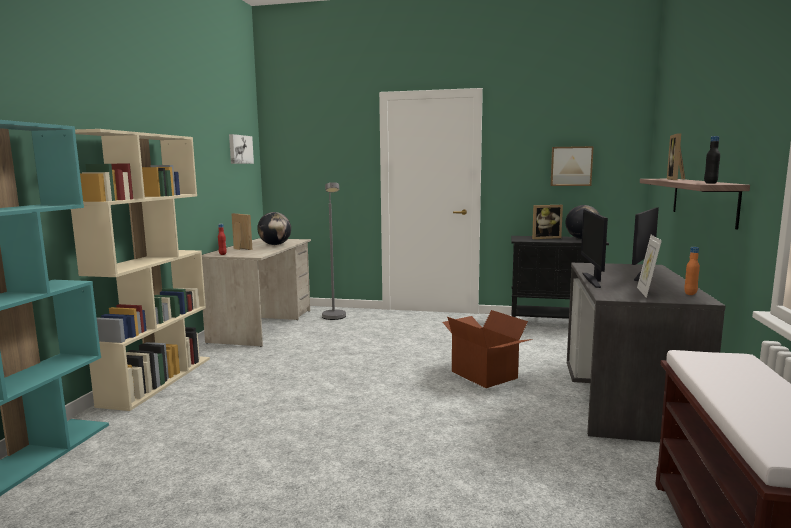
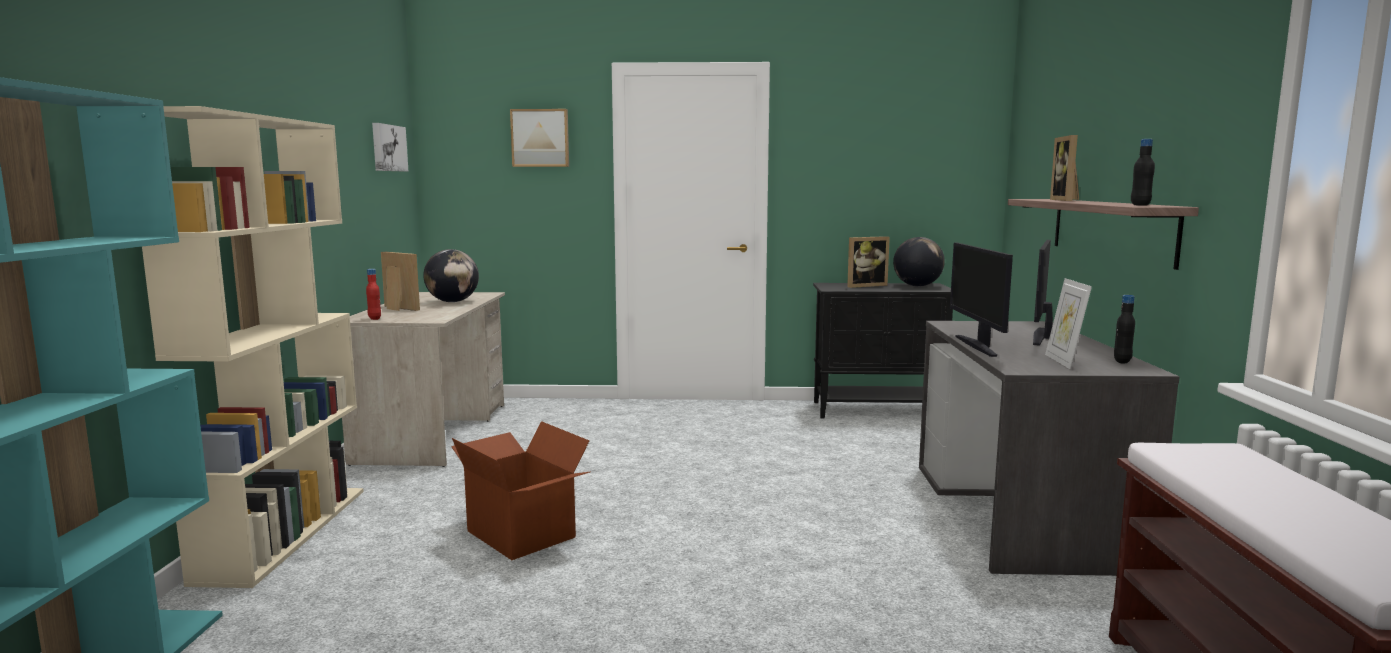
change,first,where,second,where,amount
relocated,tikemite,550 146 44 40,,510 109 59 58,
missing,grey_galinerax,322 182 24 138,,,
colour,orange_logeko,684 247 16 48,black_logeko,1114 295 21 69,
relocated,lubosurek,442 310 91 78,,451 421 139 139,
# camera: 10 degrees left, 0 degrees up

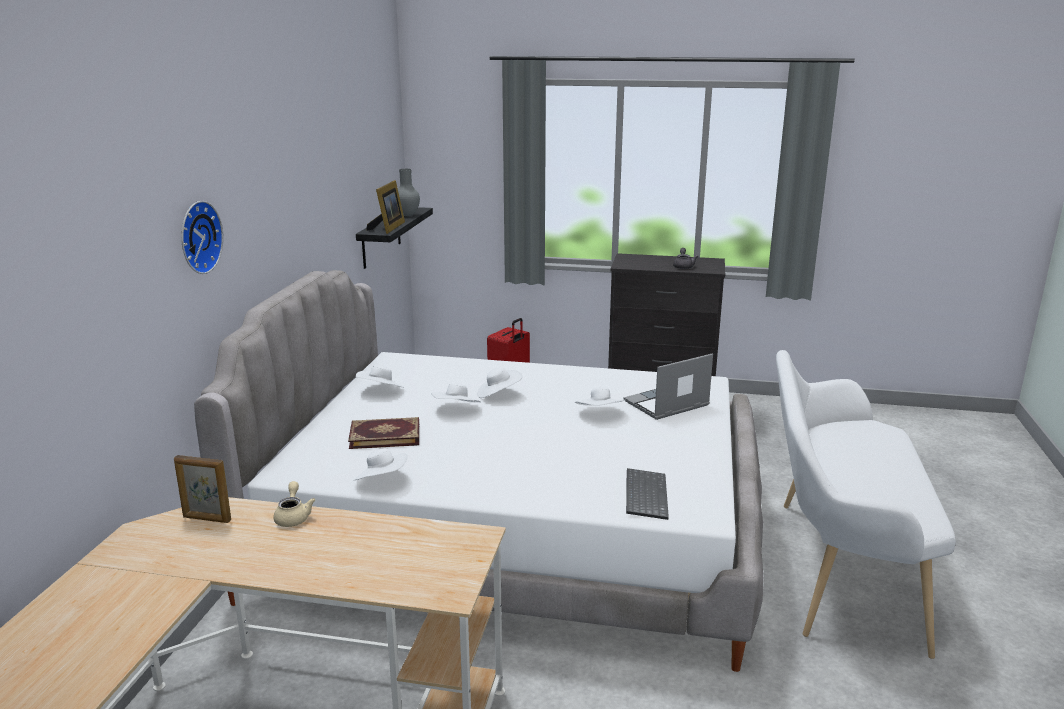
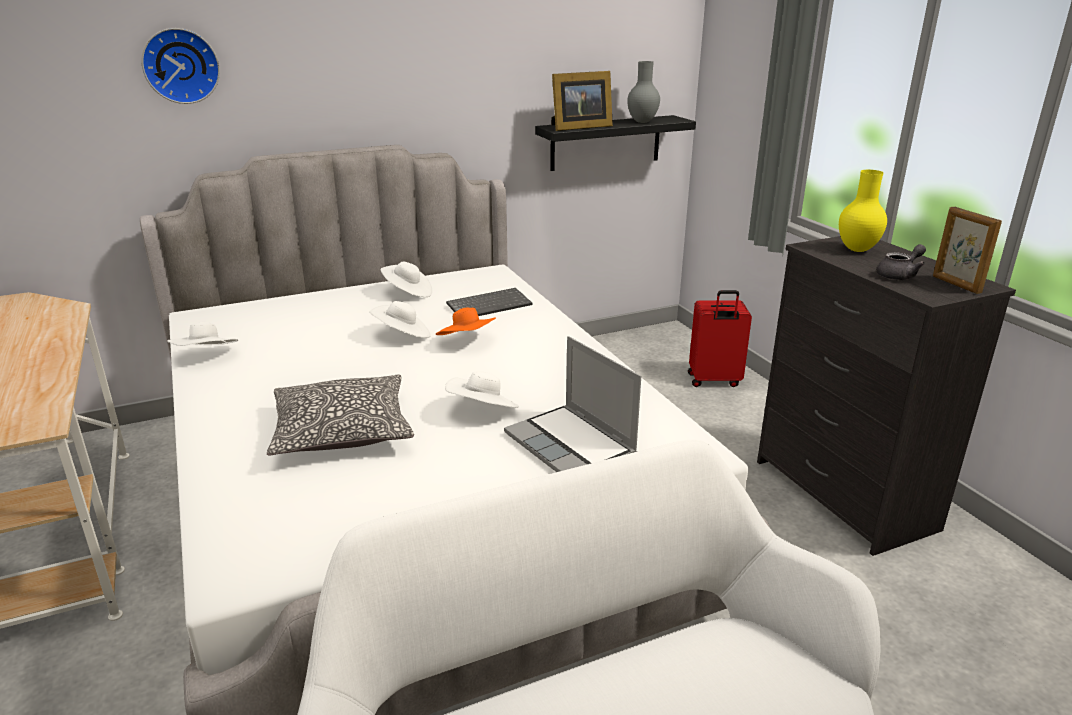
change,first,where,second,where,amount
spun,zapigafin,624 353 89 67,,504 336 137 136,150 degrees counterclockwise
colour,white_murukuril,477 367 45 31,orange_murukuril,436 308 60 27,
missing,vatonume,348 417 71 32,,,
relocated,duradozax,174 455 57 68,,933 207 69 87,
relocated,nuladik,626 468 43 52,,446 288 86 28,
missing,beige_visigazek,273 481 42 46,,,
appeared,,,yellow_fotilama,839 170 48 82,
appeared,,,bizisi,267 374 147 82,
# camera: 55 degrees right, 5 degrees up

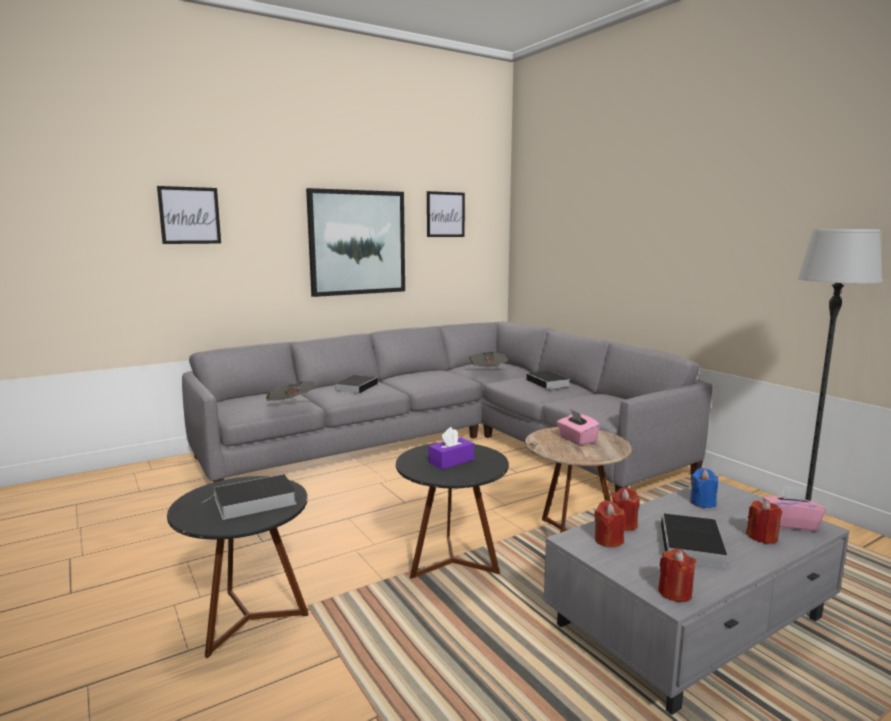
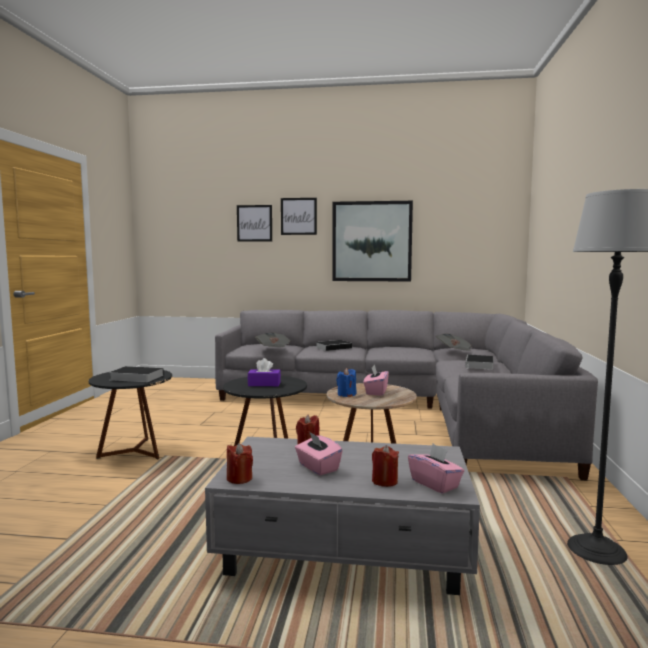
change,first,where,second,where,amount
relocated,tikemite,427 191 38 46,,281 198 36 37,
relocated,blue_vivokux,690 468 28 40,,336 368 20 29,
missing,red_vivokux,594 501 31 46,,,
exchanged,vatonume,661 513 66 55,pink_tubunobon,295 431 48 44,
# camera: 40 degrees right, 5 degrees down

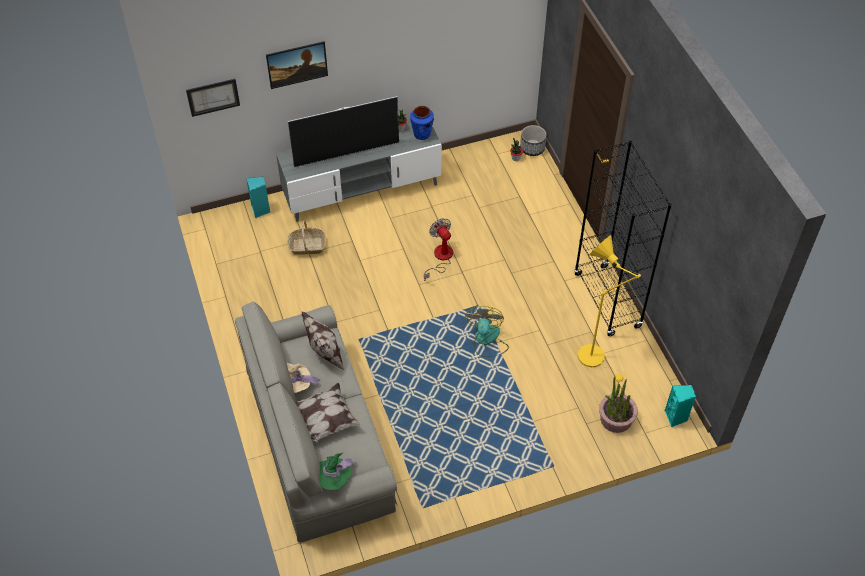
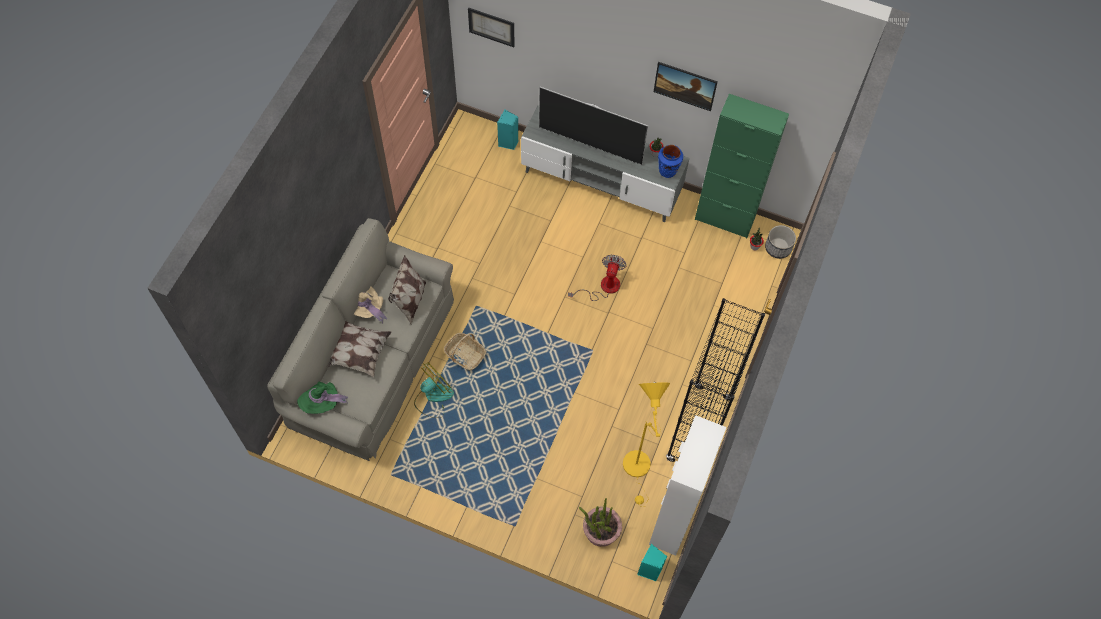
change,first,where,second,where,amount
relocated,tikemite,266 41 62 48,,654 62 64 49,
relocated,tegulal,288 221 38 34,,444 333 42 37,
relocated,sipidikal,465 306 44 51,,414 362 40 56,
appeared,,,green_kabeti,695 94 94 144,
appeared,,,white_kabeti,649 415 78 141,
# camera: 40 degrees right, 10 degrees up

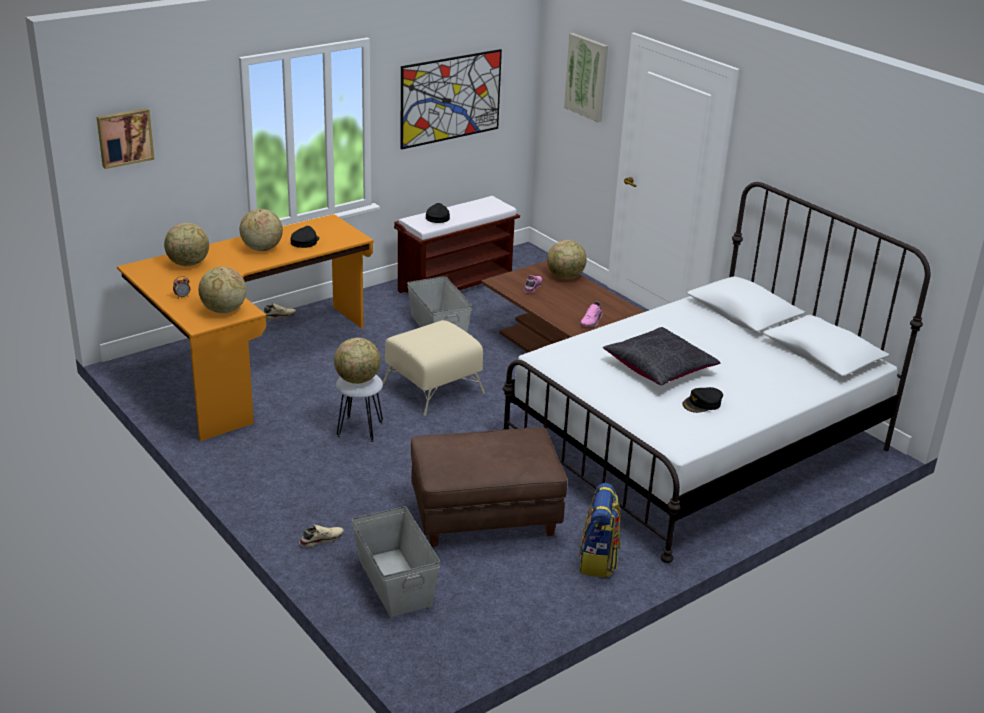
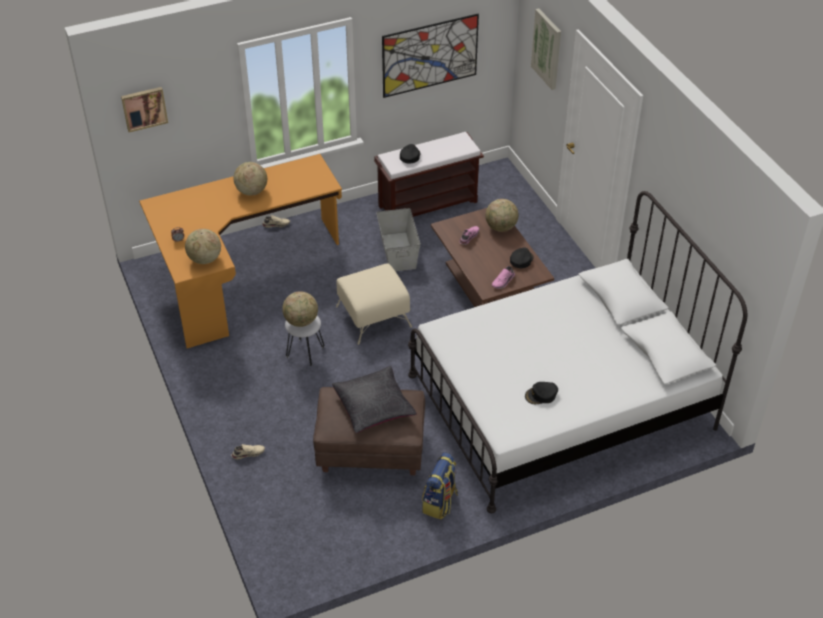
change,first,where,second,where,amount
missing,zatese,164 223 45 43,,,
relocated,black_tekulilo,290 226 30 22,,510 247 24 21,
relocated,black_bizisi,603 327 117 58,,332 366 85 67,
missing,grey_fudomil,352 506 88 111,,,
# camera: 15 degrees right, 15 degrees up

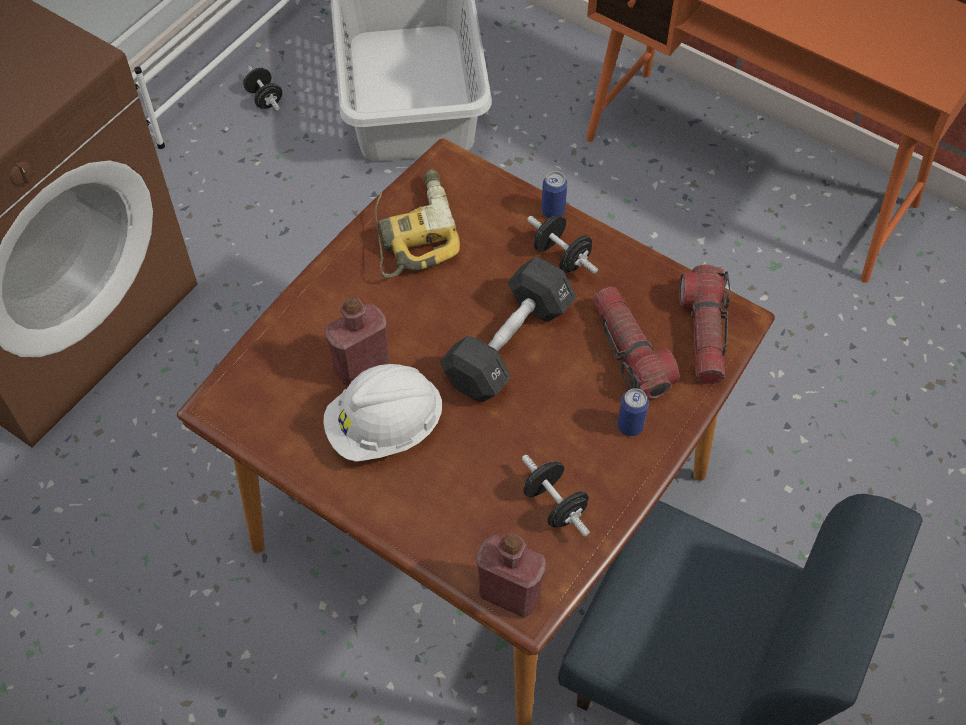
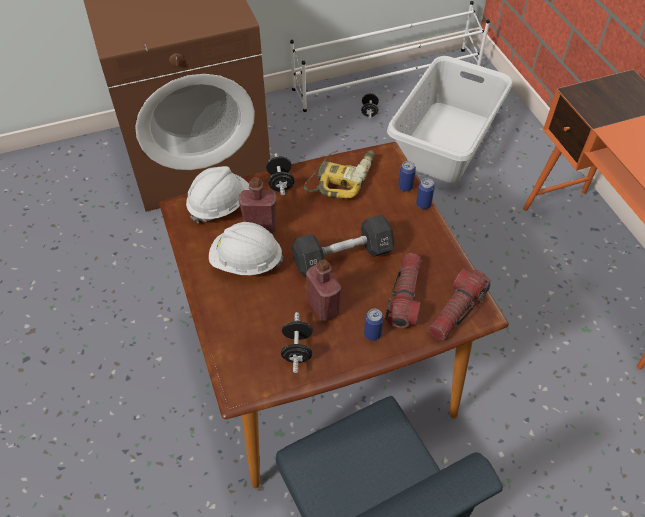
change,first,where,second,where,amount
relocated,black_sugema,527 215 71 59,,266 153 28 43,
relocated,red_logeko,477 534 69 84,,306 259 35 63,
appeared,,,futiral,398 161 18 31,
appeared,,,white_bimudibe,186 166 64 58,
# camera: 35 degrees right, 5 degrees down

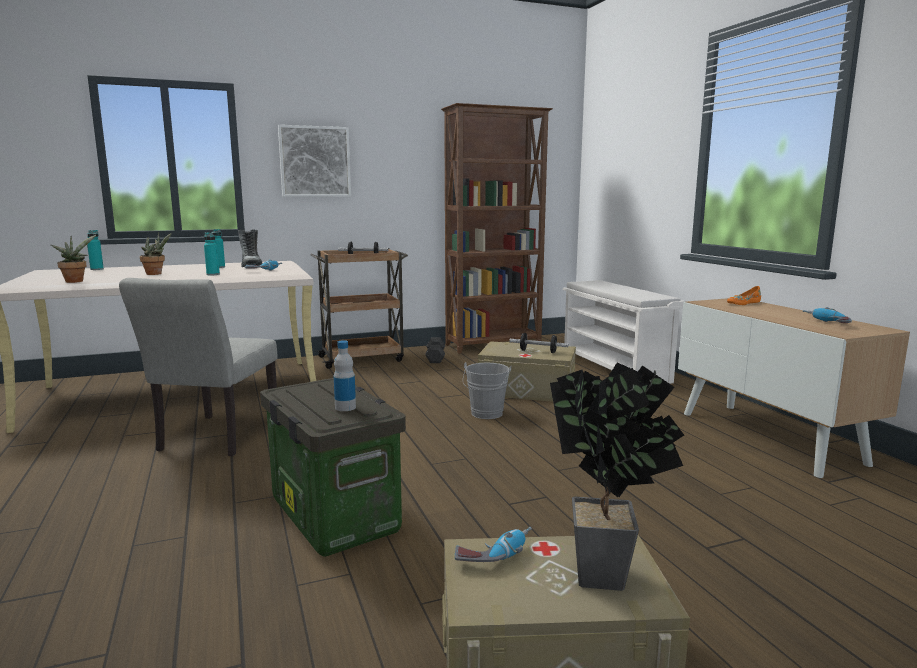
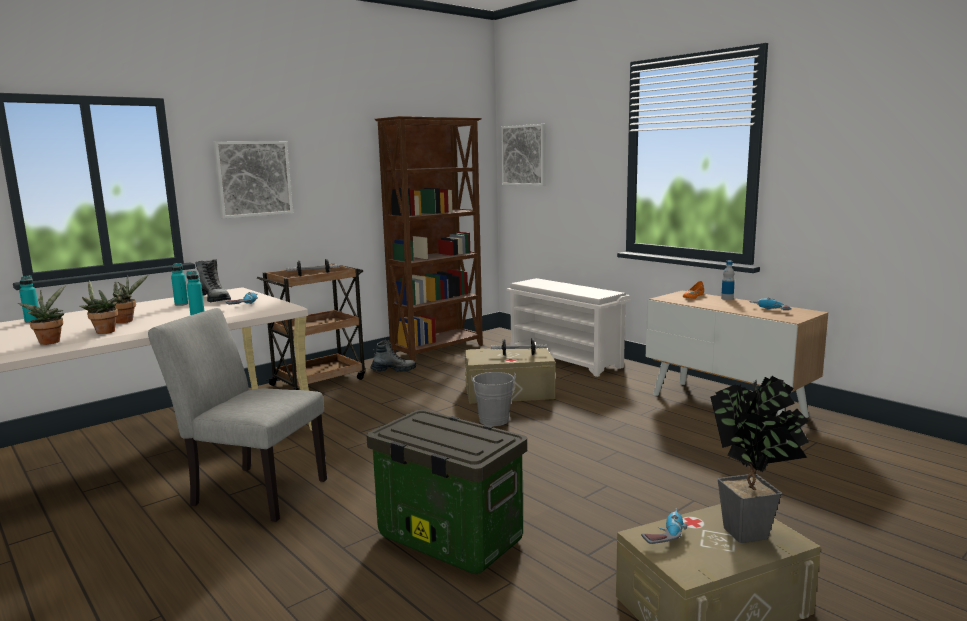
change,first,where,second,where,amount
spun,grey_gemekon,119 278 159 178,,148 308 179 214,120 degrees clockwise
exchanged,black_sugema,425 337 20 26,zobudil,370 340 46 32,
relocated,logeko,334 340 22 71,,721 261 14 39,
appeared,,,tikemite,501 124 45 62,
appeared,,,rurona,79 280 39 54,
# camera: 20 degrees left, 0 degrees up

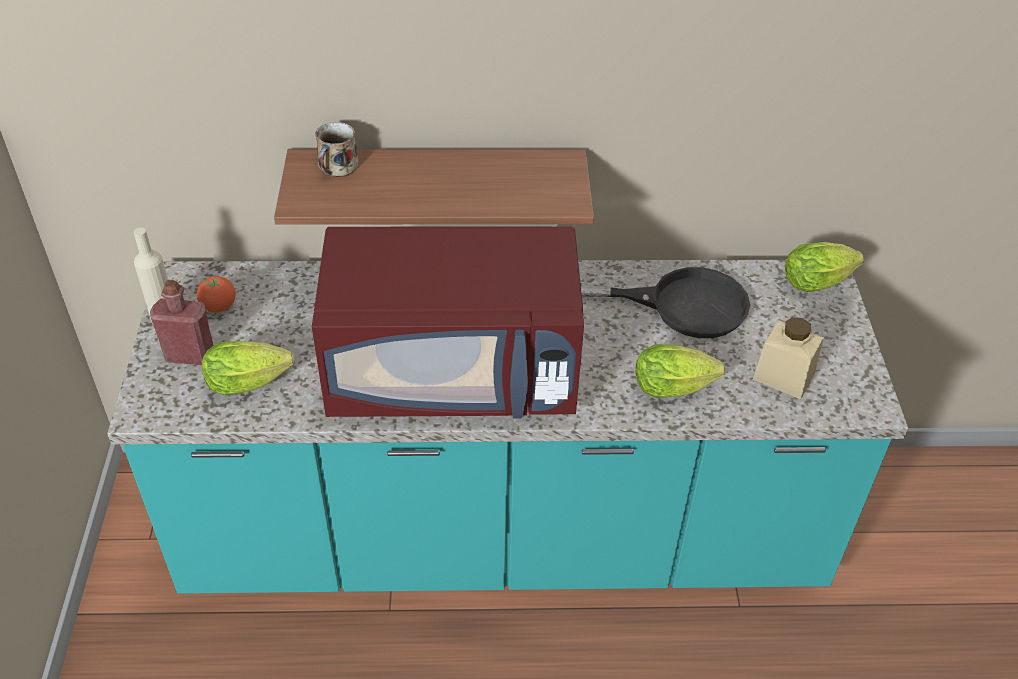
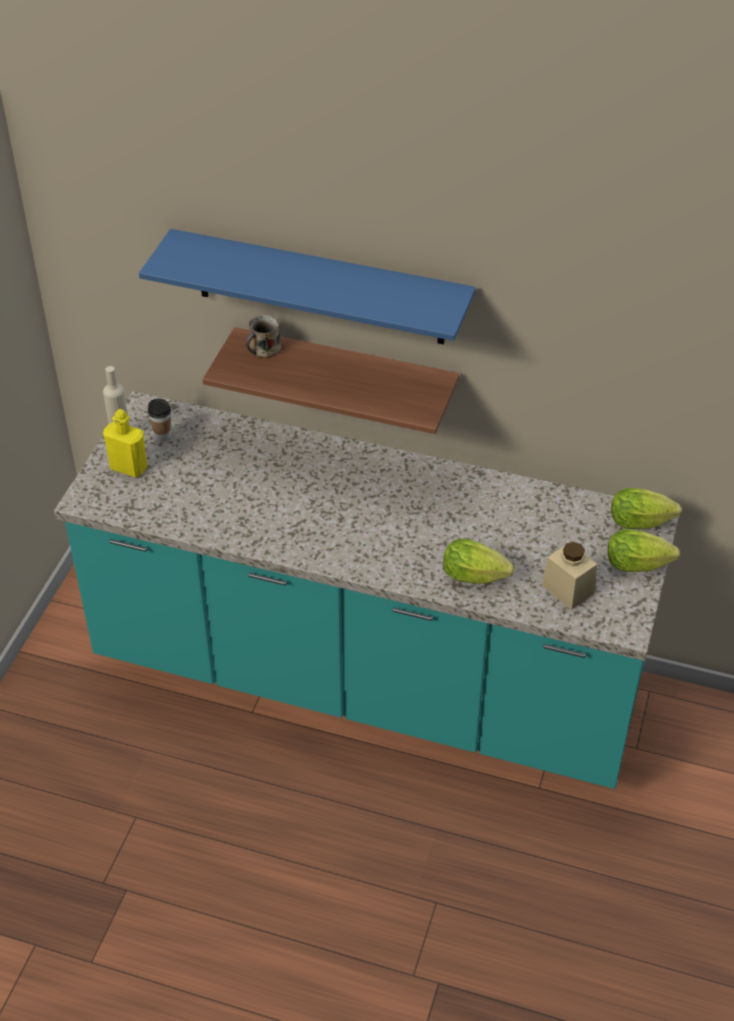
change,first,where,second,where,amount
missing,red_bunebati,312 226 272 193,,,
missing,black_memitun,580 267 170 71,,,
exchanged,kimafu,197 276 39 36,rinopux,148 398 23 44,
colour,red_logeko,150 280 64 85,yellow_logeko,103 409 44 69,
relocated,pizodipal,202 341 92 54,,608 529 72 43,
appeared,,,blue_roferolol,139 229 337 116,
# camera: 20 degrees right, 0 degrees up

